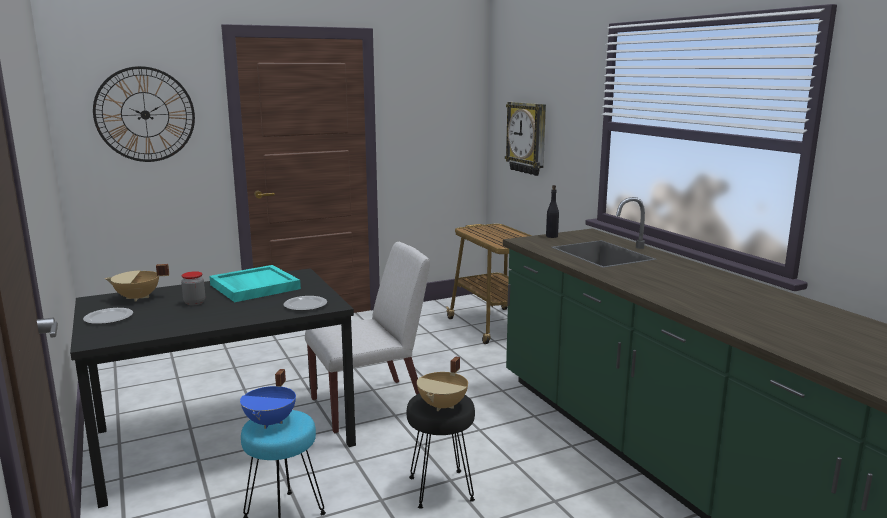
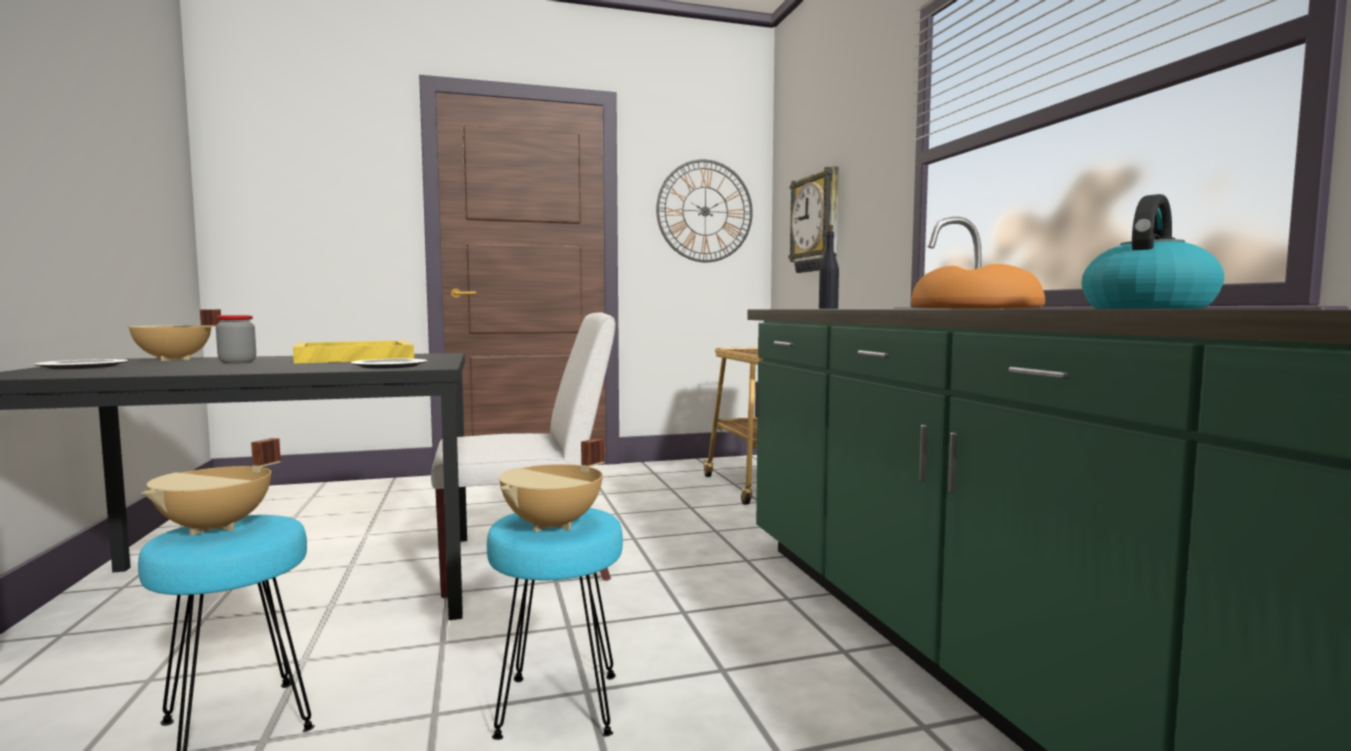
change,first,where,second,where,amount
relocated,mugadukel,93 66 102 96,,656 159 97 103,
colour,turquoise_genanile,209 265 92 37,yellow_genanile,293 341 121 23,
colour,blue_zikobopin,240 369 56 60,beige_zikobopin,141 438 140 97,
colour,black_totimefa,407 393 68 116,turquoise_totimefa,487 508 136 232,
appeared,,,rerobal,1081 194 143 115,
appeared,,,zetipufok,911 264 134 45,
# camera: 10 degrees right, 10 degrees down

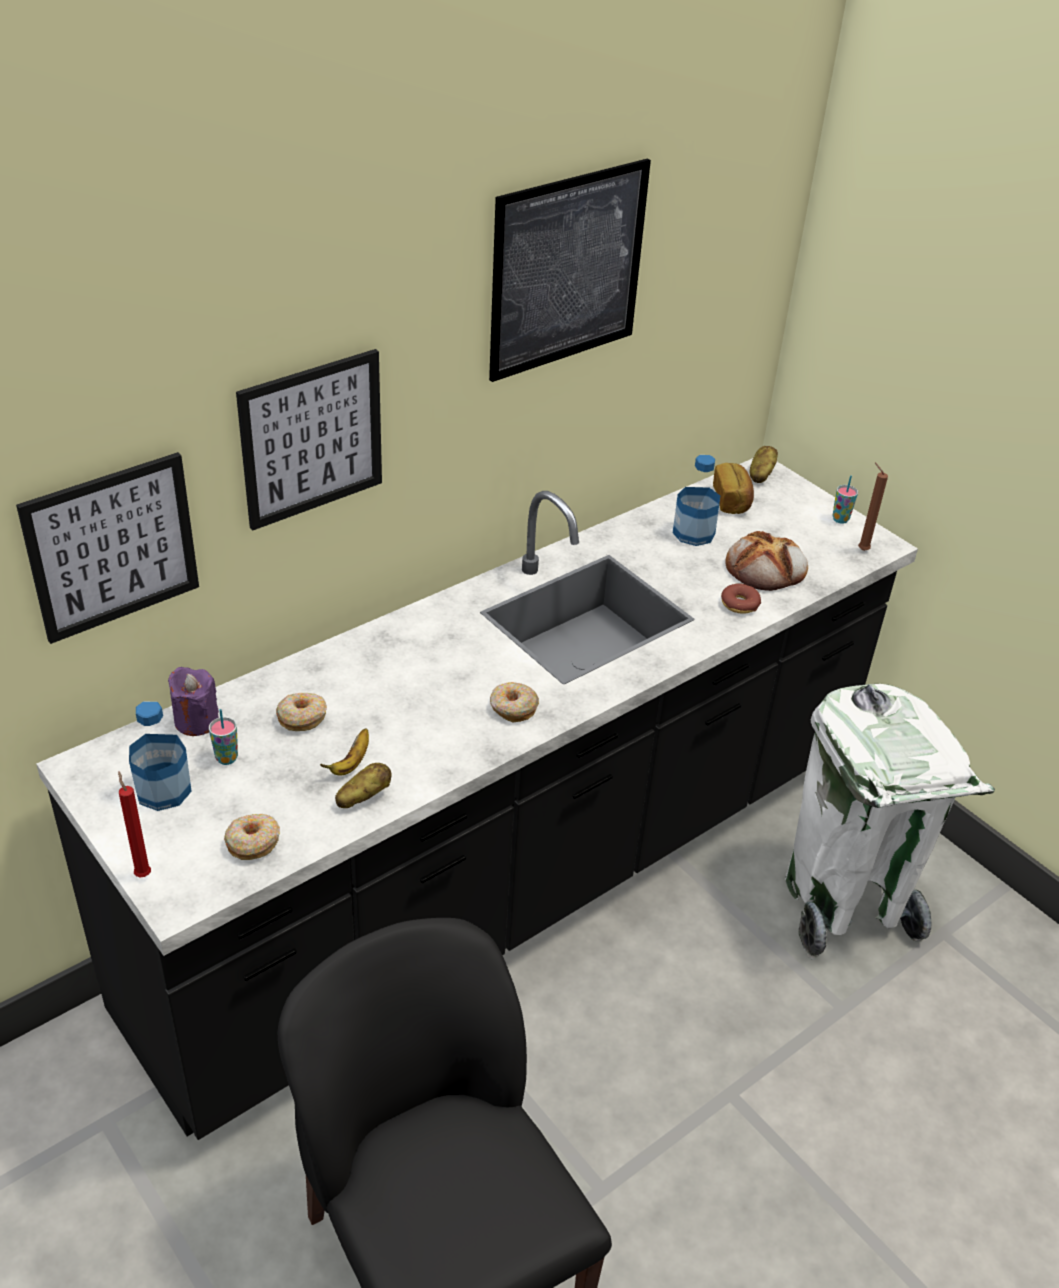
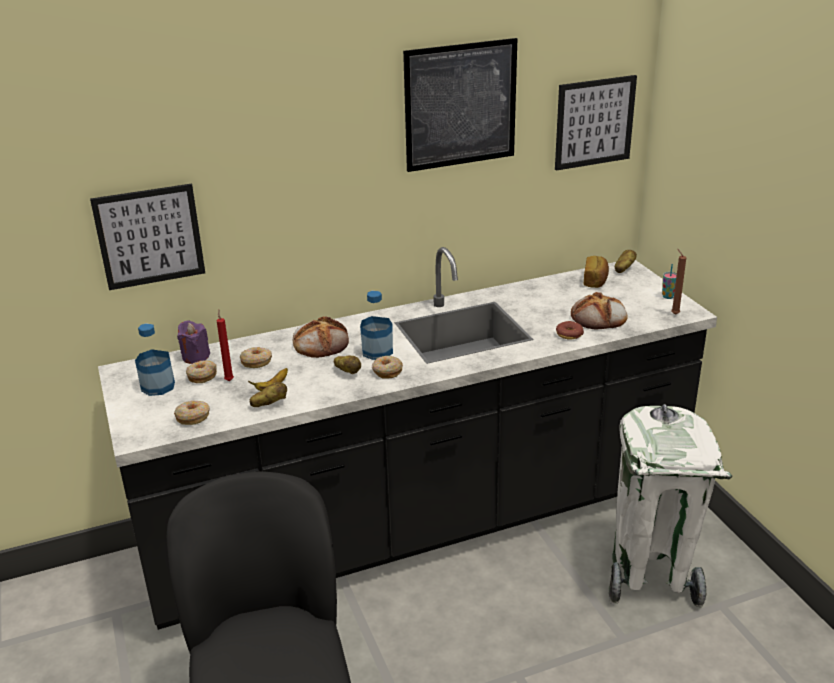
change,first,where,second,where,amount
relocated,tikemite,236 349 146 181,,555 75 82 96,
relocated,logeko,673 455 47 91,,360 291 33 69,
exchanged,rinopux,209 709 29 56,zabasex,186 360 31 23,
relocated,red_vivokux,118 771 33 106,,217 310 17 71,
appeared,,,zetipufok,293 317 56 41,
appeared,,,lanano,334 355 27 19,
# camera: 20 degrees right, 10 degrees down

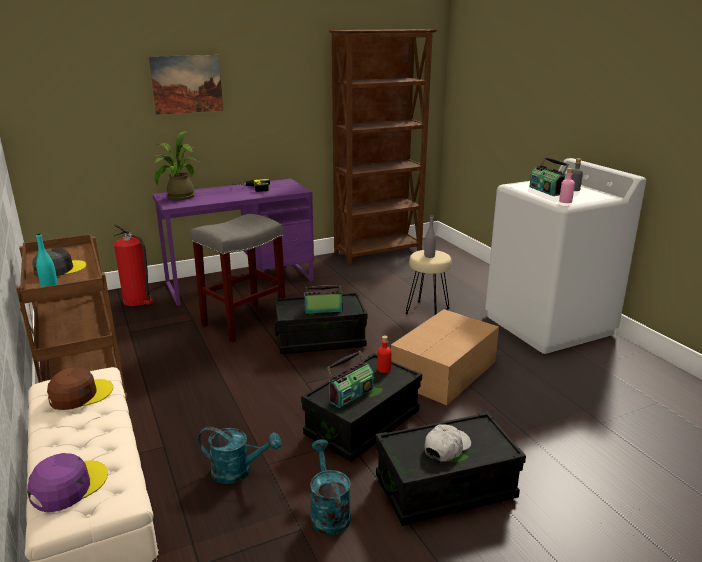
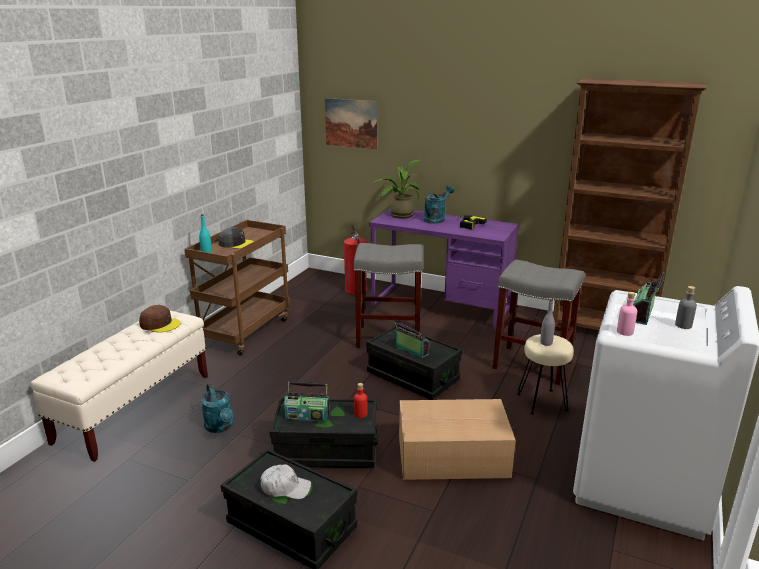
change,first,where,second,where,amount
relocated,tikemite,149 55 74 60,,325 98 53 51,
relocated,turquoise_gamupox,310 439 41 96,,423 185 31 39,
missing,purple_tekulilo,27 453 81 59,,,
appeared,,,grey_totimefa,493 260 92 125,
# camera: 50 degrees right, 0 degrees up

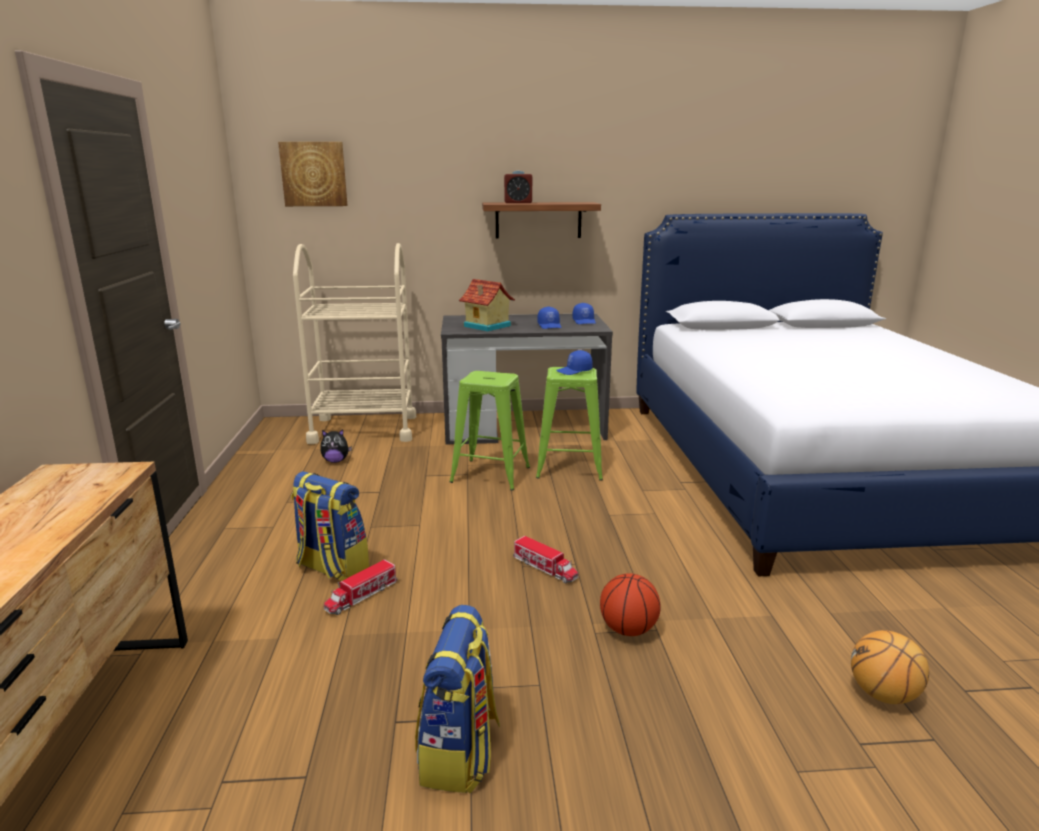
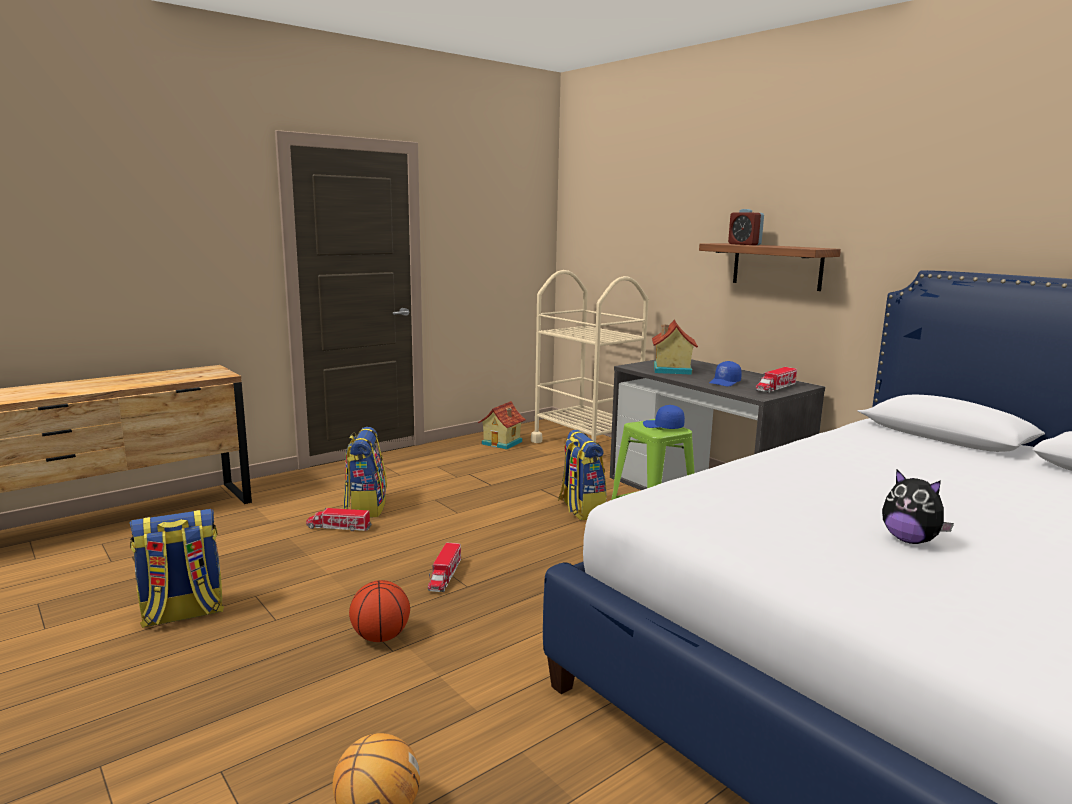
change,first,where,second,where,amount
missing,tikemite,278 142 69 64,,,
exchanged,blue_tekulilo,572 303 24 21,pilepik,756 367 41 27,
exchanged,green_totimefa,449 371 81 120,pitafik,558 430 49 90,
relocated,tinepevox,320 429 32 34,,882 469 72 75,
appeared,,,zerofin,478 401 48 49,
# camera: 55 degrees right, 5 degrees down

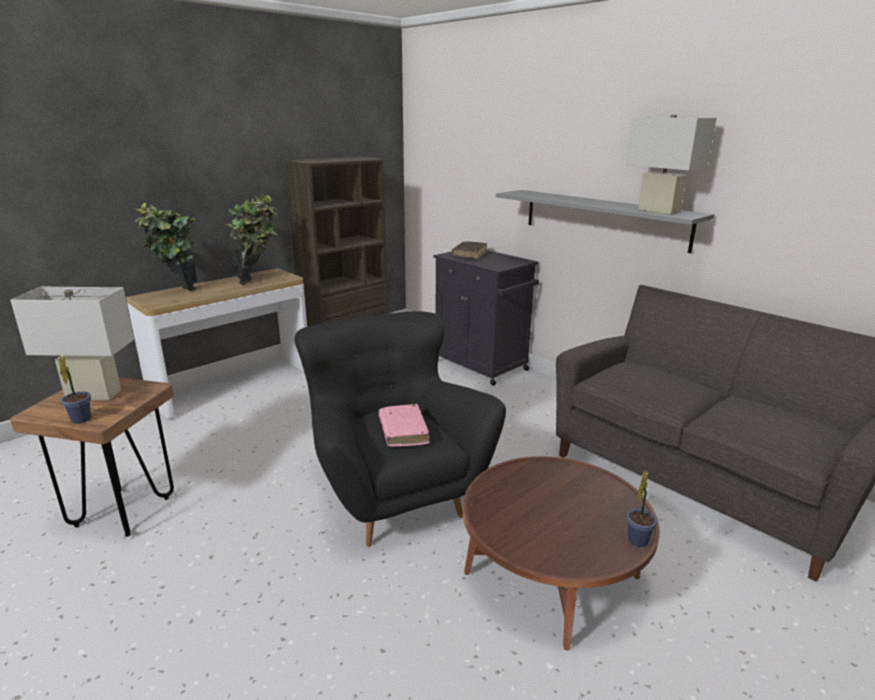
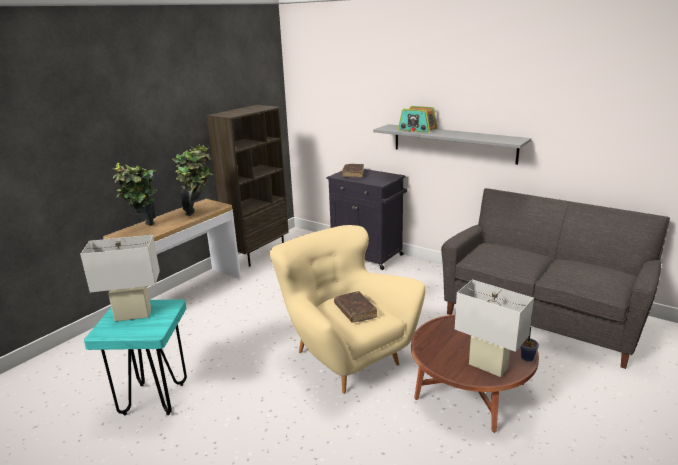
change,first,where,second,where,amount
relocated,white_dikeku,626 115 91 100,,455 279 79 98,
colour,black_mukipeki,295 311 211 236,beige_mukipeki,270 225 156 169,
missing,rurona,59 355 32 69,,,
colour,brown_totimefa,10 377 164 160,turquoise_totimefa,84 299 103 116,
colour,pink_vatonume,379 404 51 43,brown_vatonume,334 291 43 31,
appeared,,,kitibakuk,398 106 39 27,
# camera: 10 degrees left, 0 degrees up

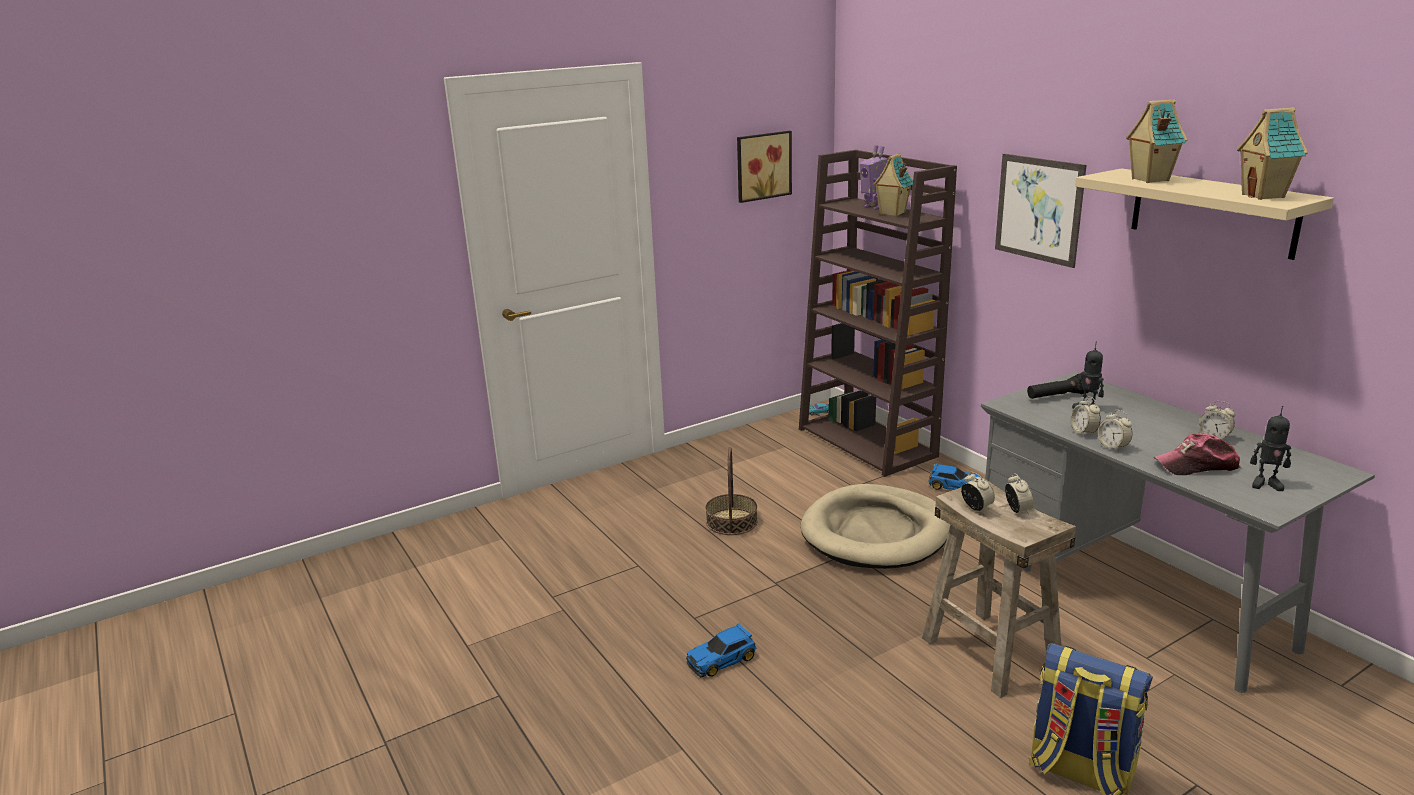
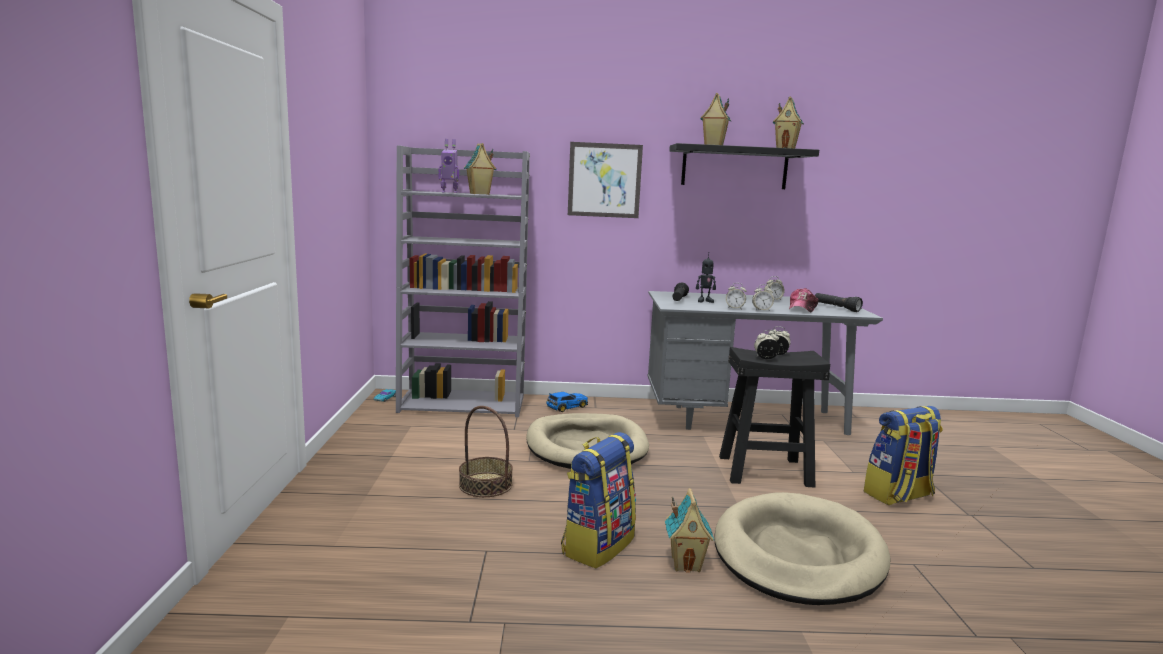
change,first,where,second,where,amount
missing,tikemite,737 131 55 72,,,
colour,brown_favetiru,799 150 158 327,grey_favetiru,396 145 134 272,
colour,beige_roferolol,1075 168 259 92,black_roferolol,669 143 150 46,
exchanged,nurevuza,1250 406 41 85,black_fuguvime,815 293 48 19,
colour,beige_totimefa,922 479 154 219,black_totimefa,719 347 111 140,
exchanged,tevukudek,686 623 71 54,zerofin,665 488 49 85,
appeared,,,pitafik,561 432 75 136,
appeared,,,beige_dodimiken,714 492 176 113,
# camera: 60 degrees left, 10 degrees down

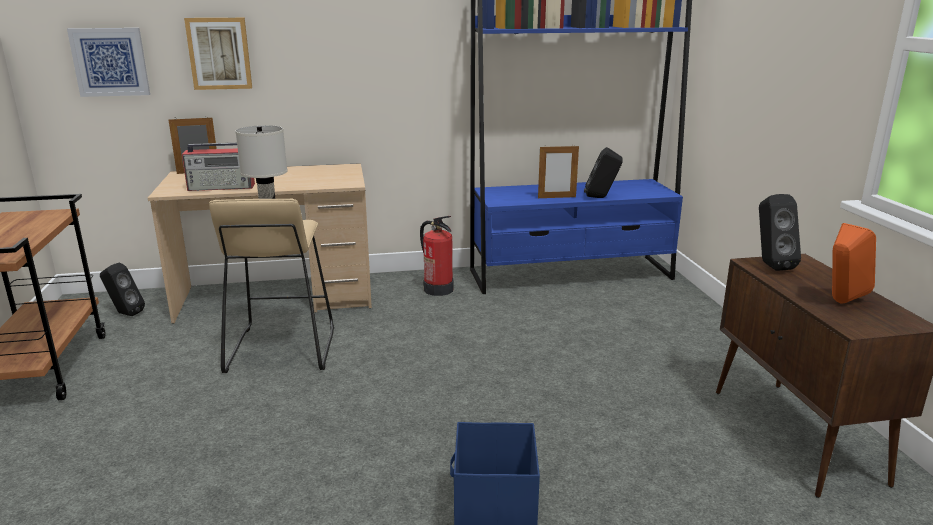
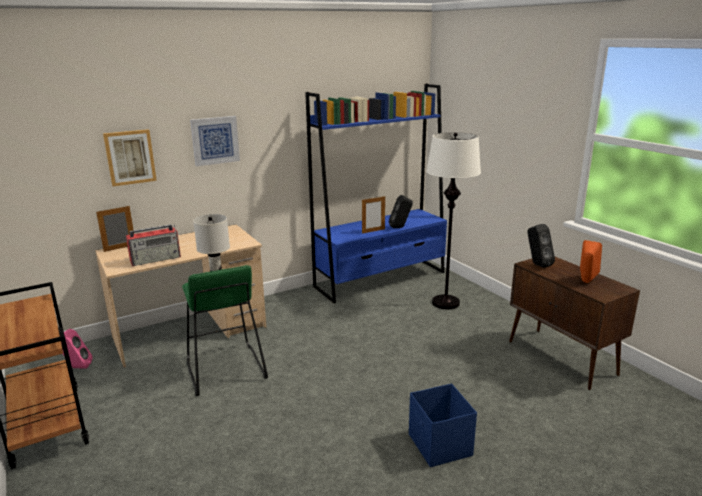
change,first,where,second,where,amount
relocated,tikemite,67 28 83 69,,190 116 50 50,
colour,beige_totimefa,209 198 125 175,green_totimefa,182 265 86 131,
missing,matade,420 216 34 80,,,
colour,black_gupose,100 263 45 53,pink_gupose,63 329 29 40,
appeared,,,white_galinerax,426 132 55 177,
# camera: 20 degrees left, 0 degrees up

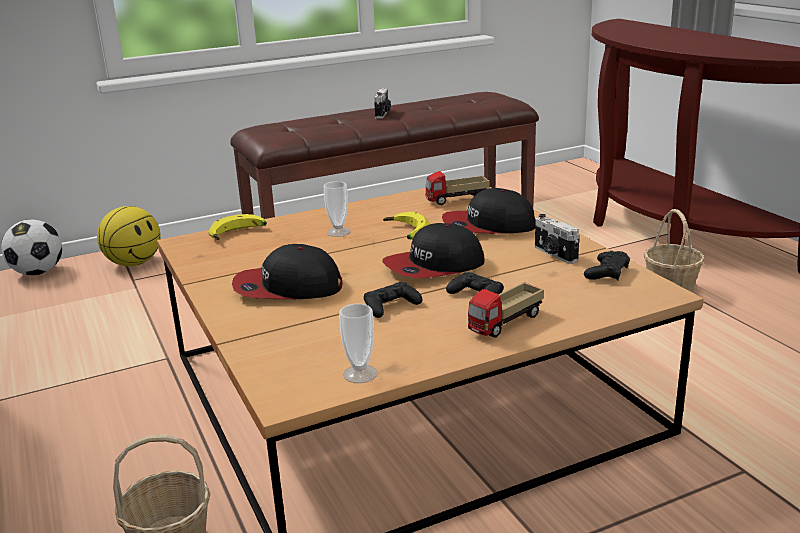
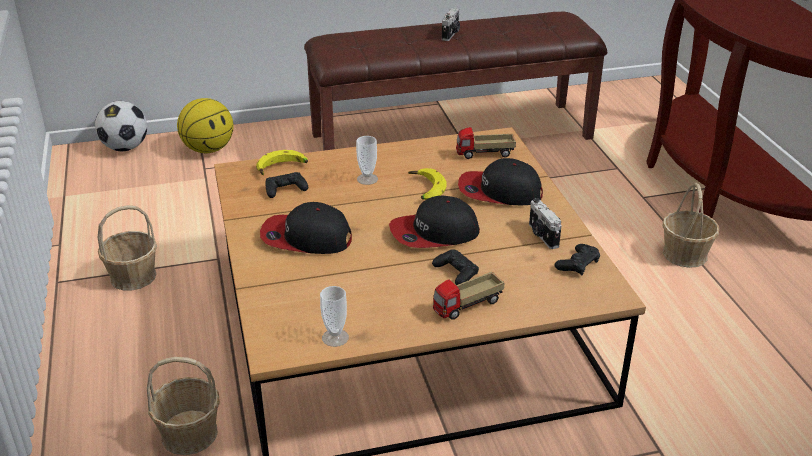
change,first,where,second,where,amount
relocated,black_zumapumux,364 282 59 36,,266 172 42 26,
appeared,,,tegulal,98 205 59 85,
# camera: 10 degrees right, 10 degrees up

